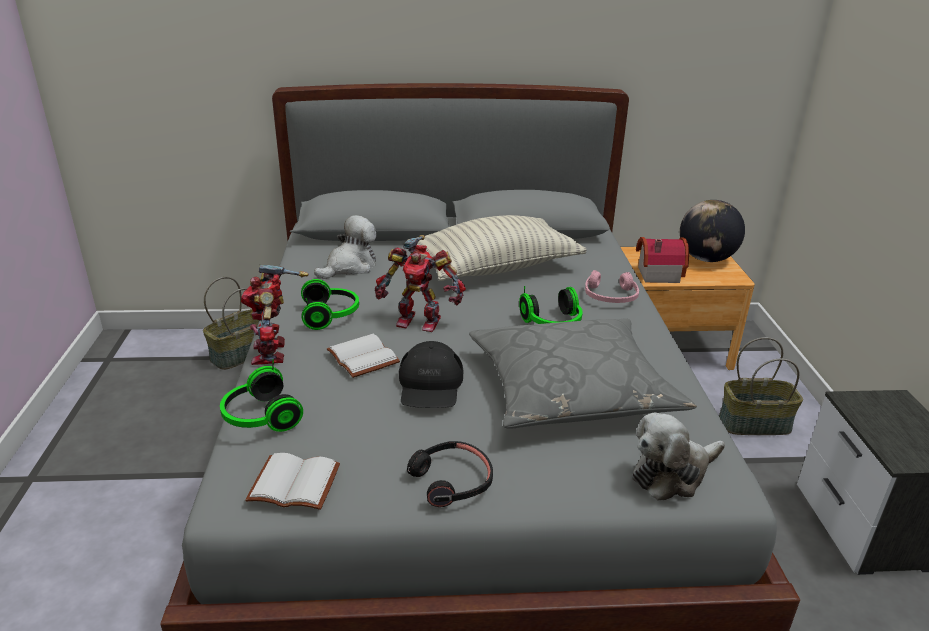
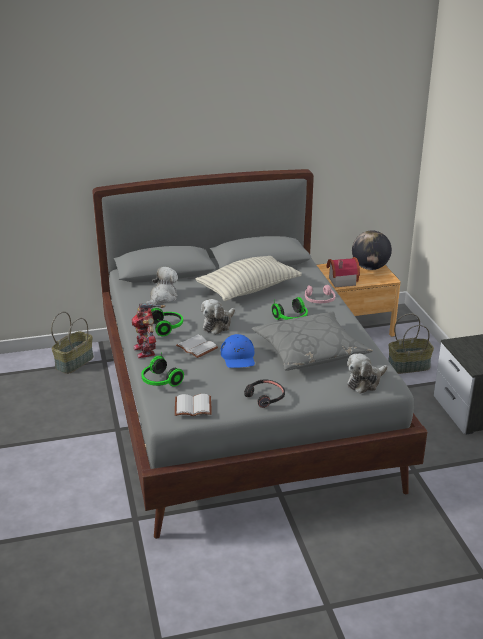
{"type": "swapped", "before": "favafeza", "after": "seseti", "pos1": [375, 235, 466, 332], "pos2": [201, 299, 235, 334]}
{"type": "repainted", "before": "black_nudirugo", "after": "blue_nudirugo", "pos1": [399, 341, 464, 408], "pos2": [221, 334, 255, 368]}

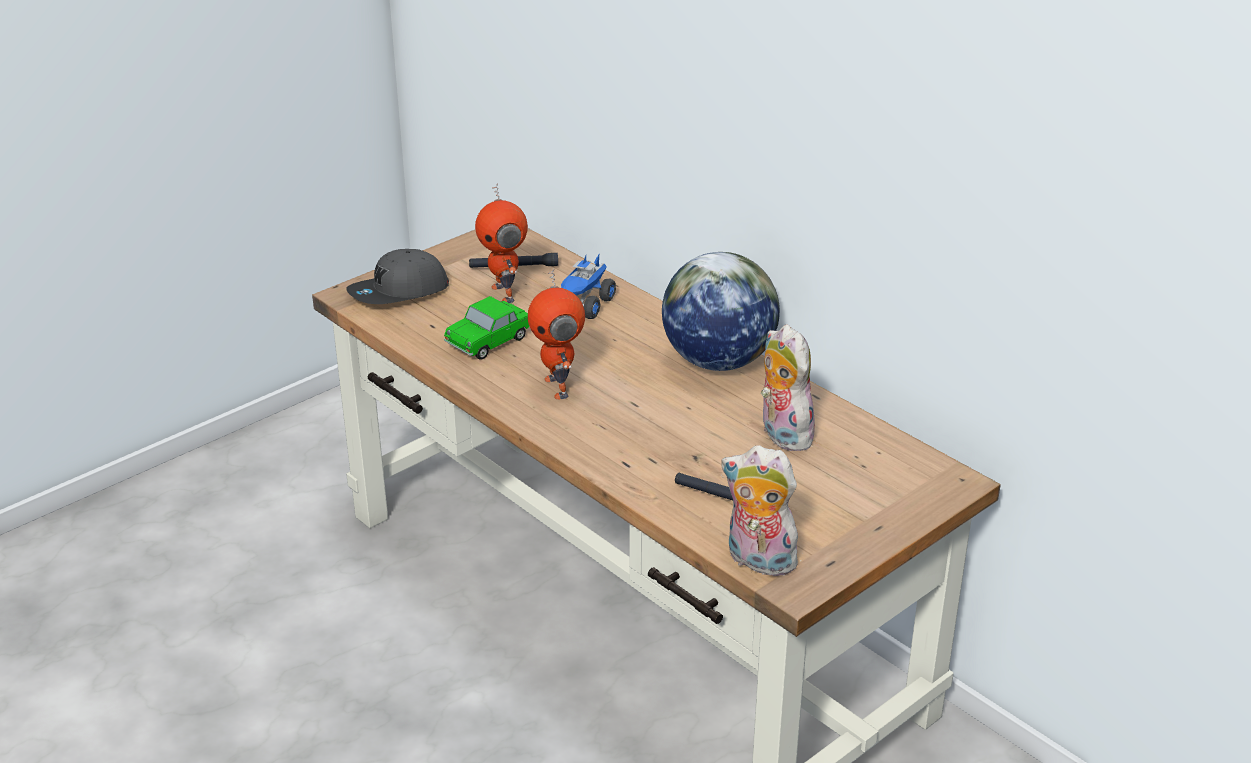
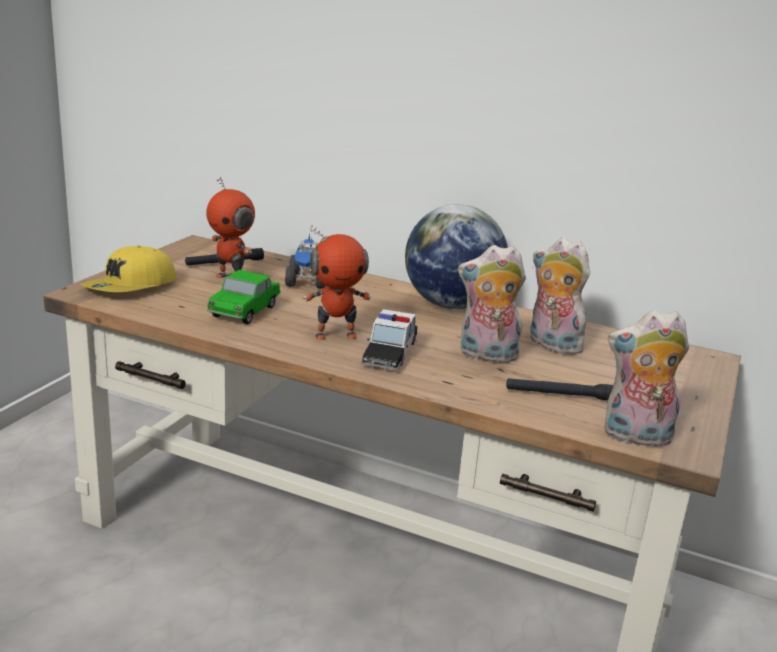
{"type": "repainted", "before": "grey_nudirugo", "after": "yellow_nudirugo", "pos1": [346, 249, 449, 304], "pos2": [80, 246, 177, 292]}
{"type": "rotated", "before": "favafeza", "pos1": [528, 269, 585, 400], "pos2": [304, 225, 371, 340], "turn": -60}
{"type": "new", "after": "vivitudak", "pos2": [361, 309, 418, 370]}
{"type": "new", "after": "seseti", "pos2": [458, 245, 526, 363]}

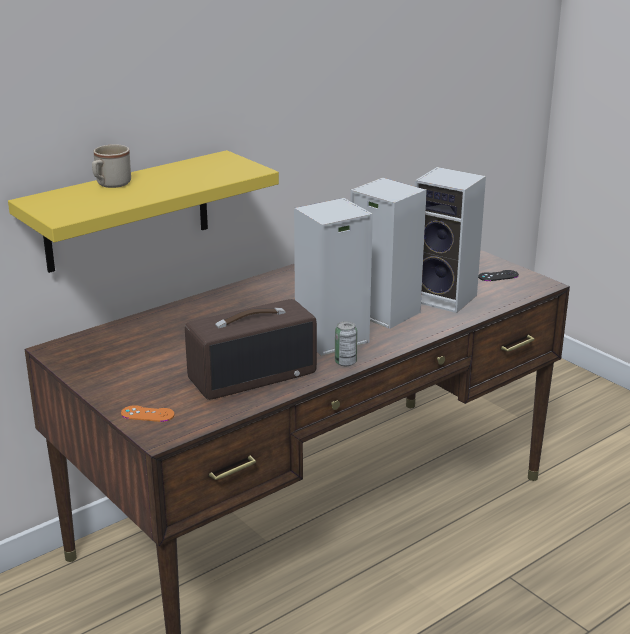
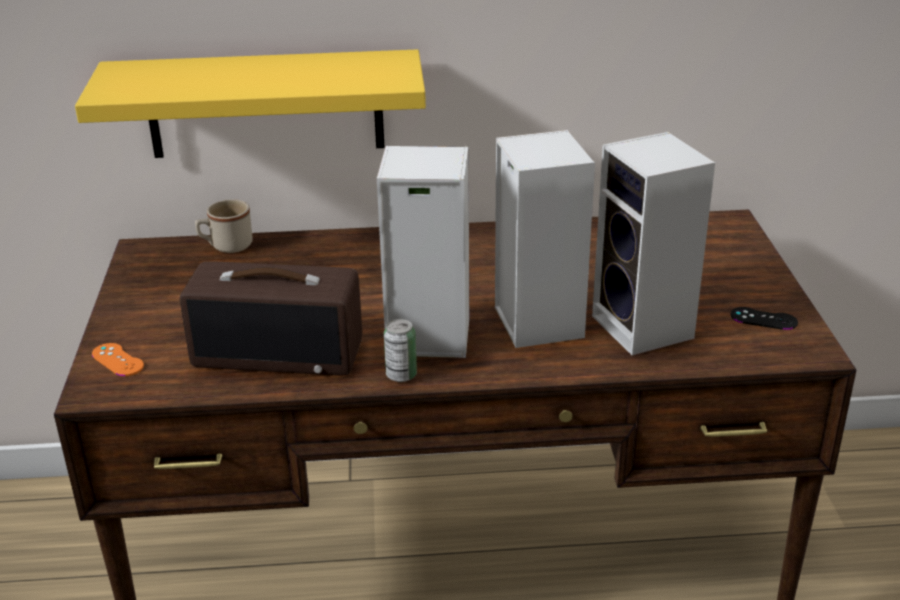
{"type": "shifted", "before": "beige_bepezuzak", "pos1": [92, 144, 131, 188], "pos2": [195, 199, 253, 253]}

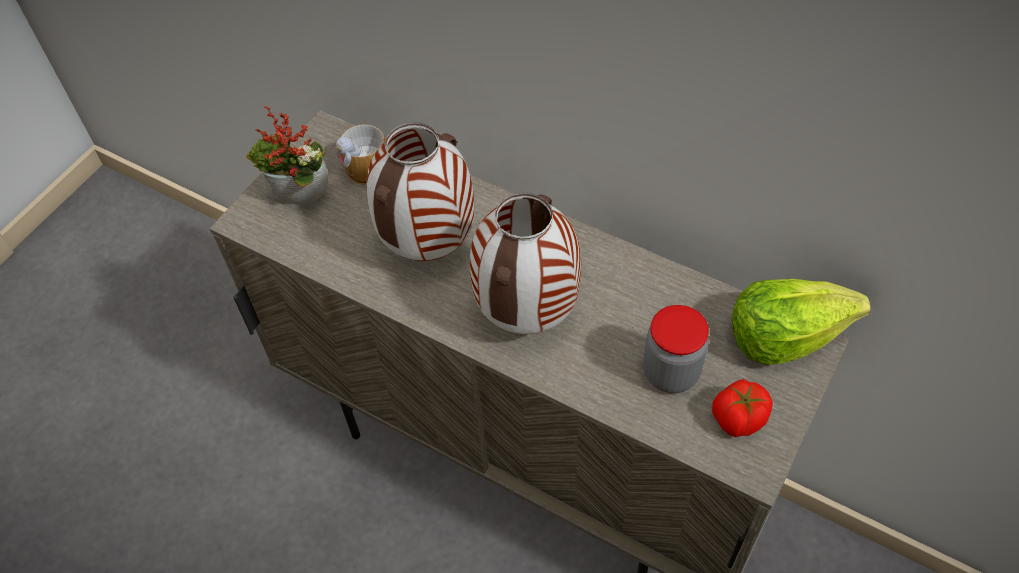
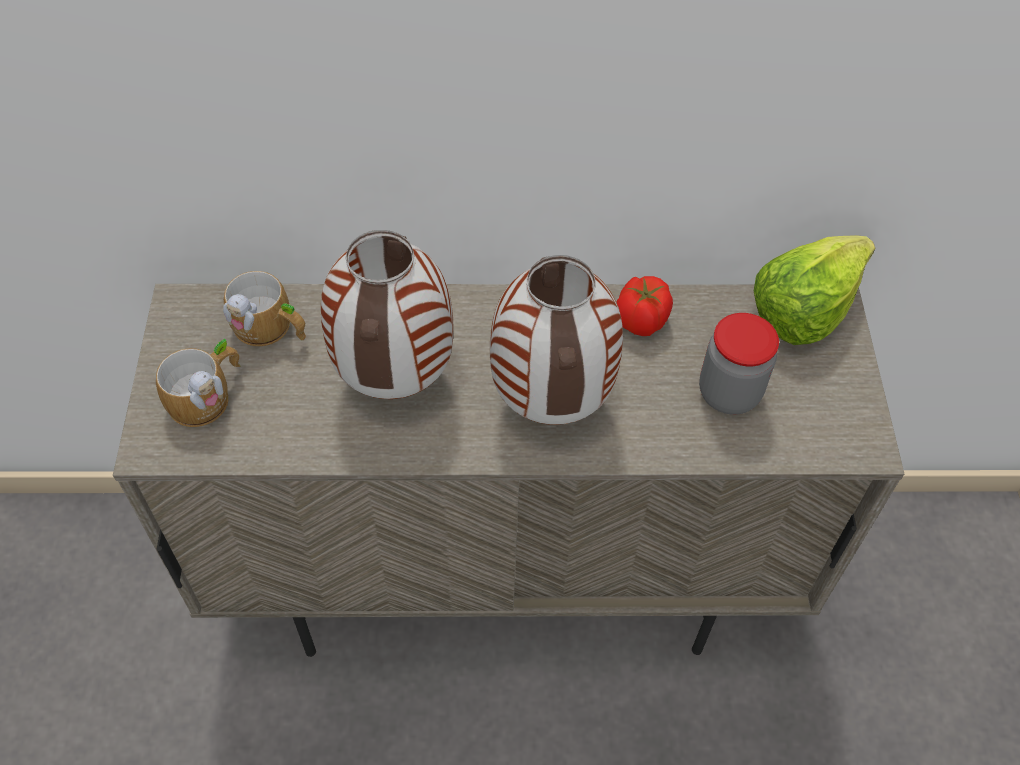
{"type": "swapped", "before": "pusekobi", "after": "bepezuzak", "pos1": [247, 105, 328, 204], "pos2": [156, 339, 240, 427]}
{"type": "shifted", "before": "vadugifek", "pos1": [712, 379, 773, 437], "pos2": [616, 276, 673, 336]}

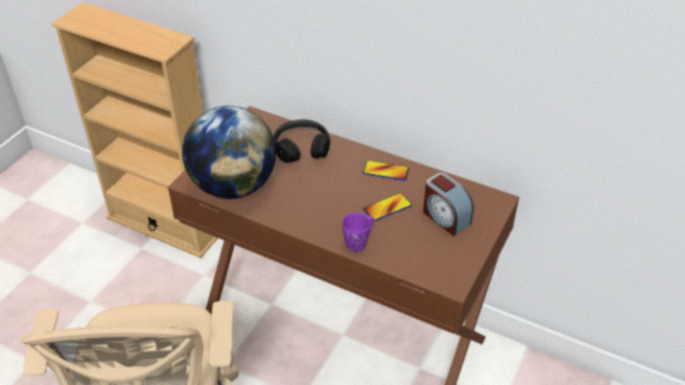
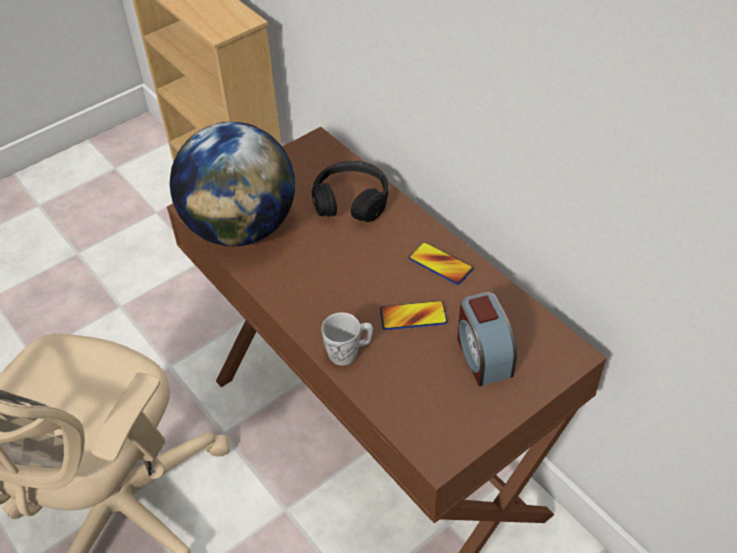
{"type": "repainted", "before": "purple_bepezuzak", "after": "white_bepezuzak", "pos1": [342, 213, 374, 252], "pos2": [321, 312, 373, 366]}

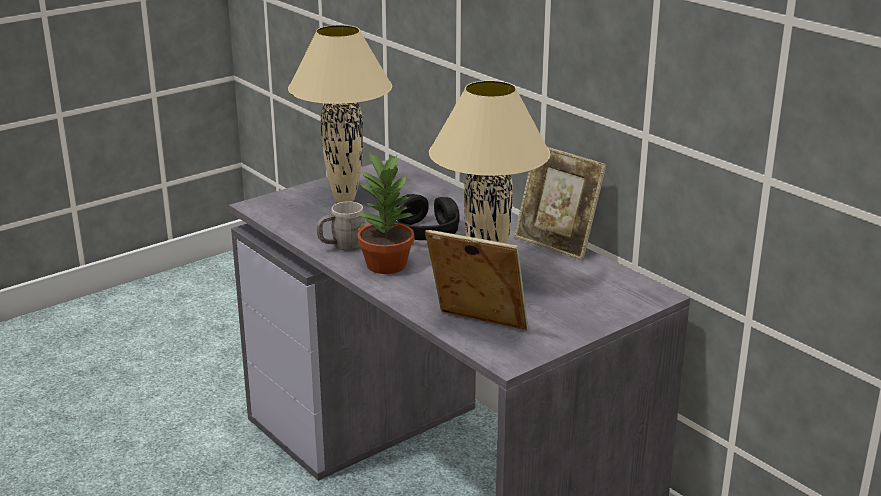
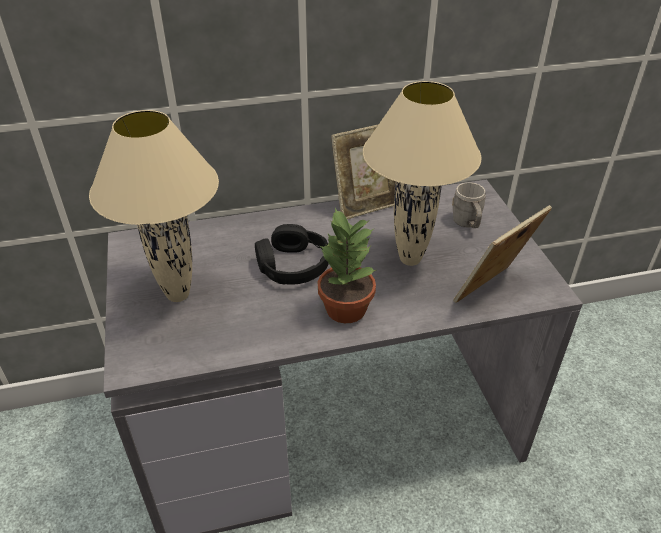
{"type": "shifted", "before": "grey_bepezuzak", "pos1": [317, 201, 366, 250], "pos2": [452, 182, 486, 228]}

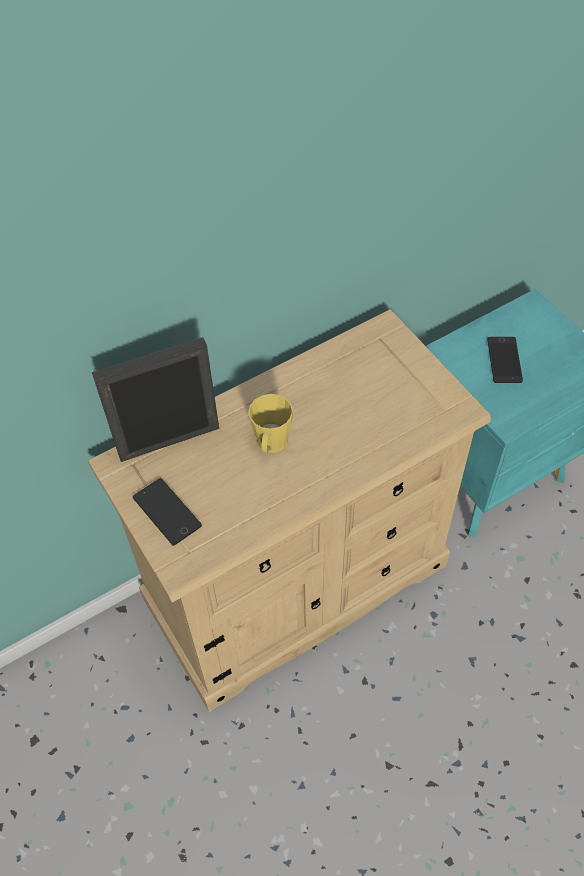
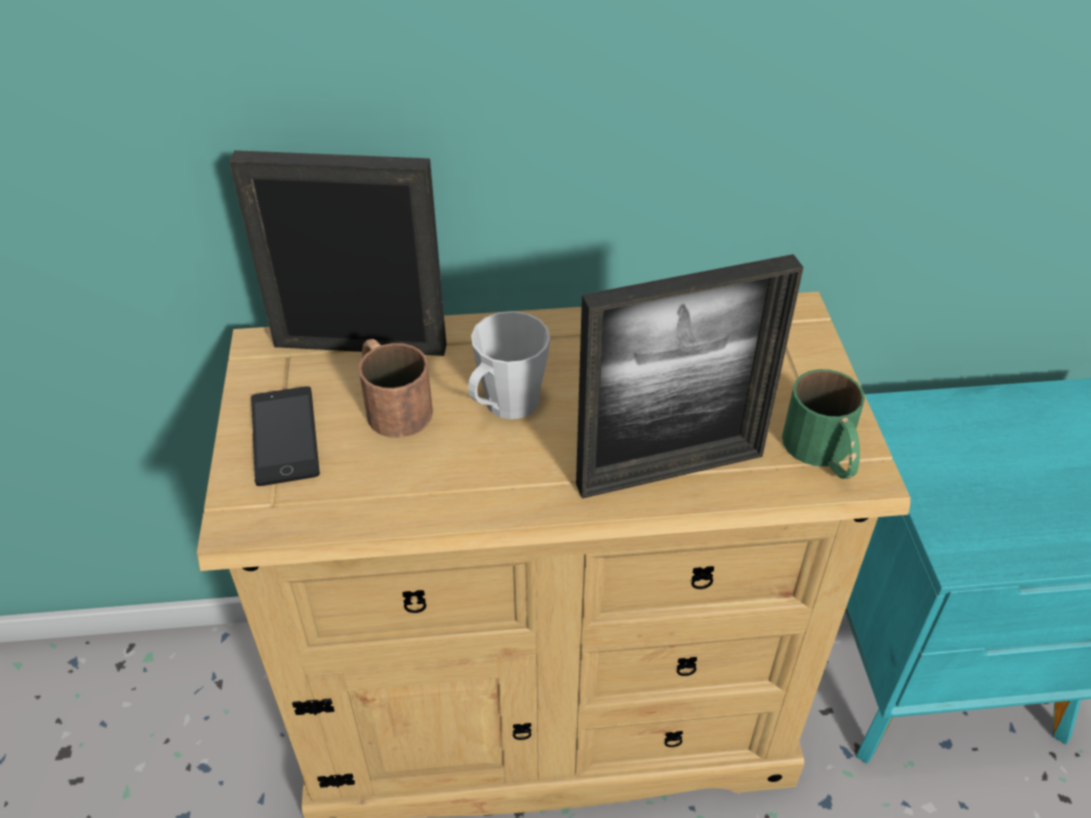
{"type": "repainted", "before": "yellow_bepezuzak", "after": "grey_bepezuzak", "pos1": [248, 394, 293, 453], "pos2": [468, 311, 550, 419]}
{"type": "gone", "before": "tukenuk", "pos1": [487, 337, 523, 383]}
{"type": "new", "after": "brown_bepezuzak", "pos2": [359, 339, 433, 438]}
{"type": "new", "after": "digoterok", "pos2": [576, 254, 804, 499]}
{"type": "new", "after": "green_bepezuzak", "pos2": [782, 369, 865, 479]}

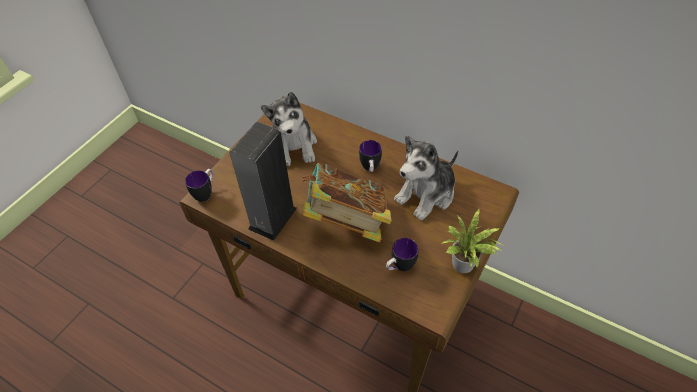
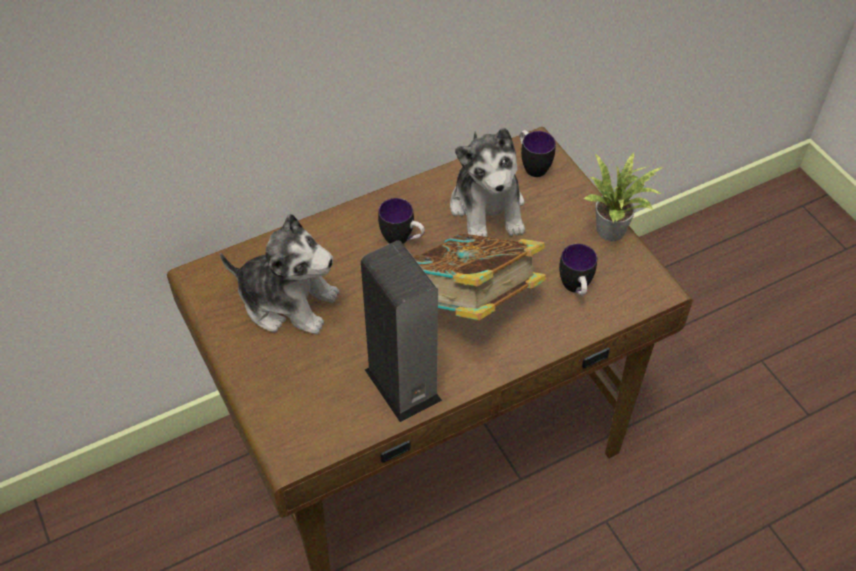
{"type": "shifted", "before": "bepezuzak", "pos1": [185, 169, 214, 202], "pos2": [520, 130, 556, 177]}

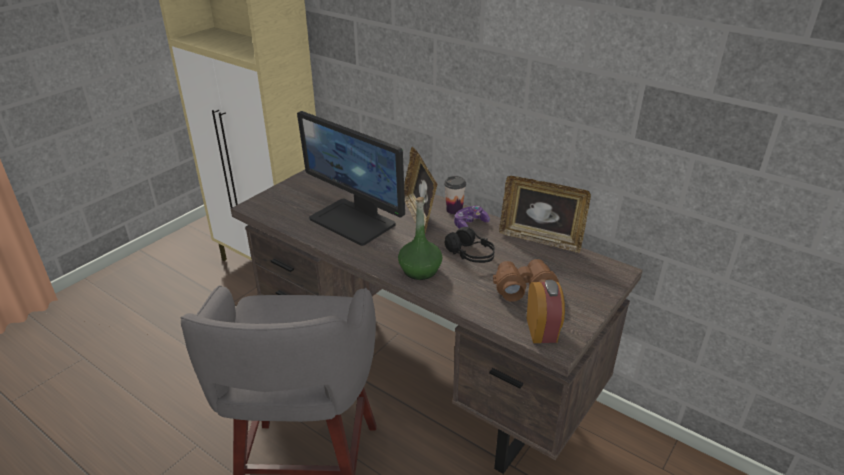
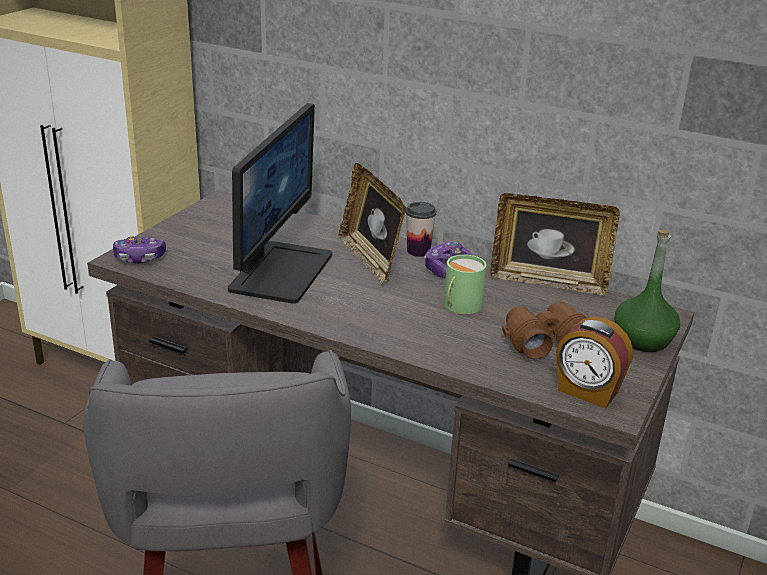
{"type": "rotated", "before": "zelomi", "pos1": [297, 111, 405, 246], "pos2": [228, 103, 332, 304], "turn": -105}
{"type": "shifted", "before": "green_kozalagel", "pos1": [398, 197, 442, 280], "pos2": [615, 229, 680, 352]}
{"type": "swapped", "before": "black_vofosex", "after": "green_bepezuzak", "pos1": [445, 227, 495, 263], "pos2": [444, 254, 487, 314]}
{"type": "rotated", "before": "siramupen", "pos1": [527, 280, 565, 343], "pos2": [556, 316, 633, 408], "turn": 135}
{"type": "new", "after": "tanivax", "pos2": [113, 236, 166, 264]}

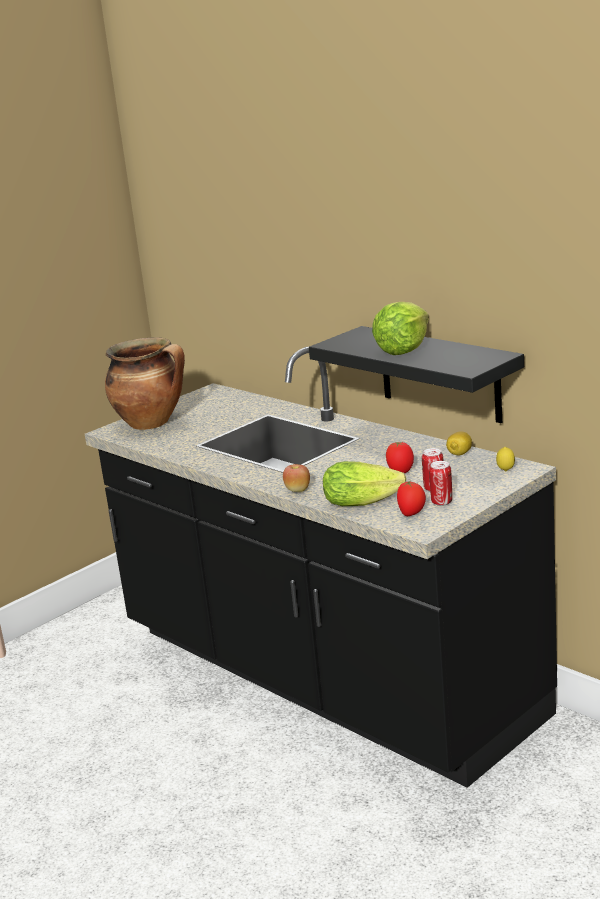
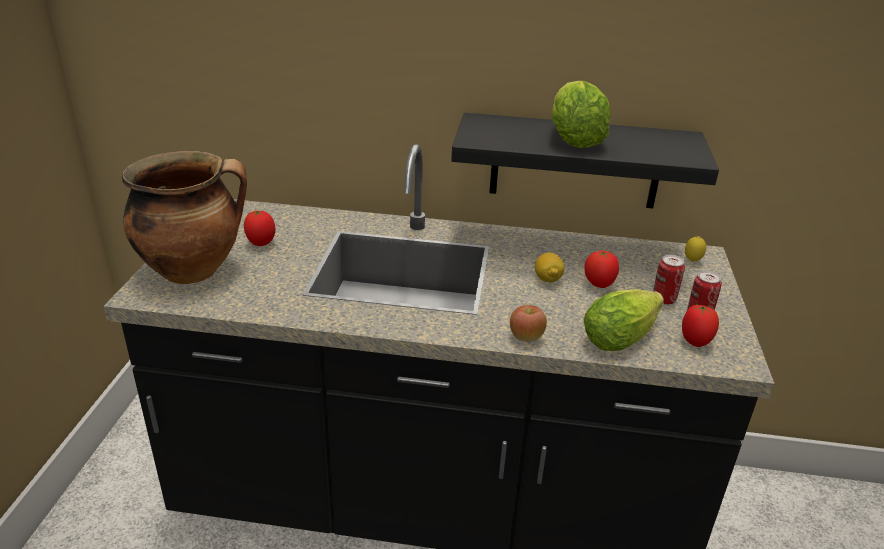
{"type": "shifted", "before": "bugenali", "pos1": [446, 432, 472, 456], "pos2": [535, 253, 564, 282]}
{"type": "new", "after": "vadugifek", "pos2": [244, 210, 275, 246]}

